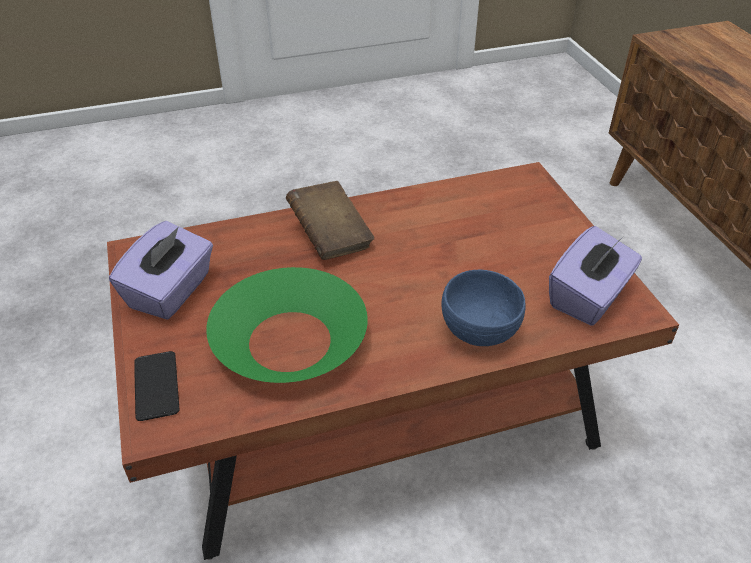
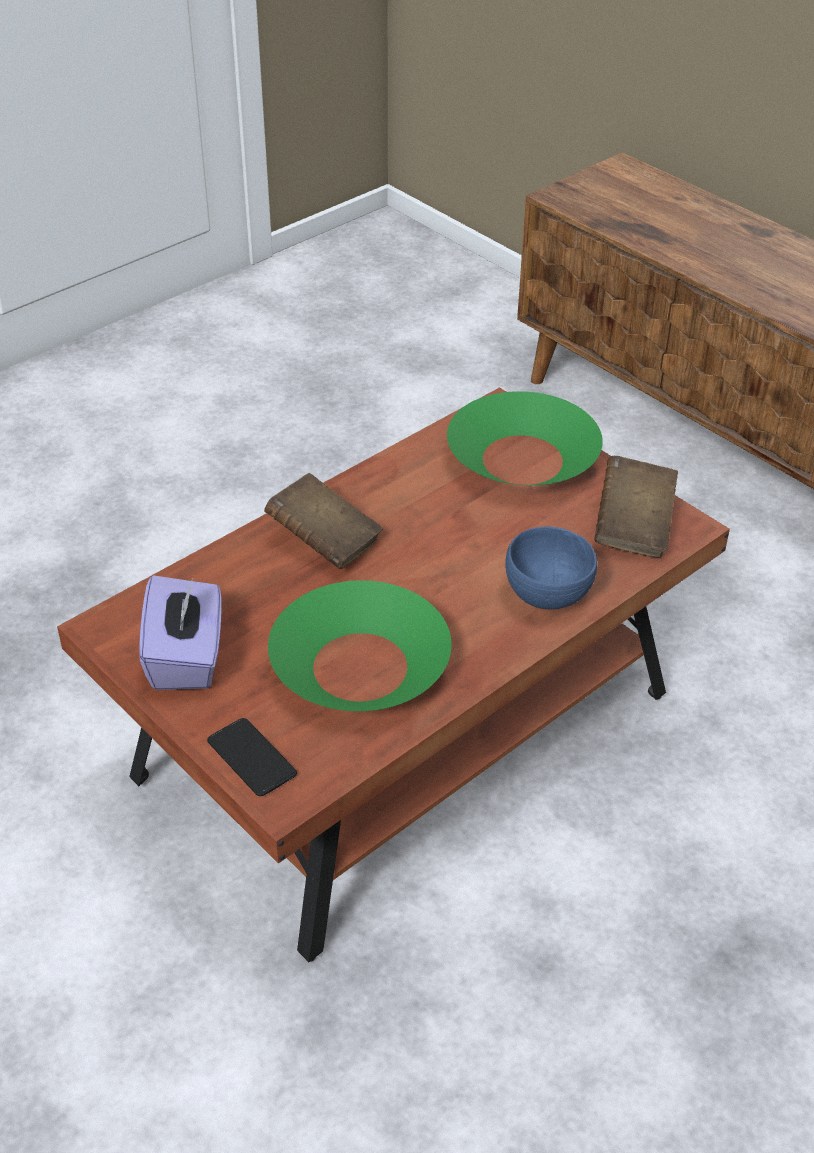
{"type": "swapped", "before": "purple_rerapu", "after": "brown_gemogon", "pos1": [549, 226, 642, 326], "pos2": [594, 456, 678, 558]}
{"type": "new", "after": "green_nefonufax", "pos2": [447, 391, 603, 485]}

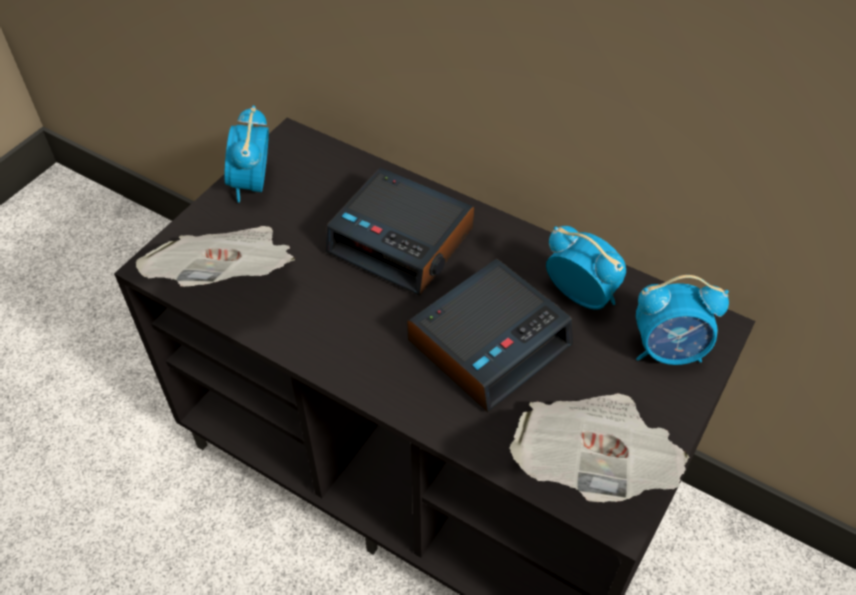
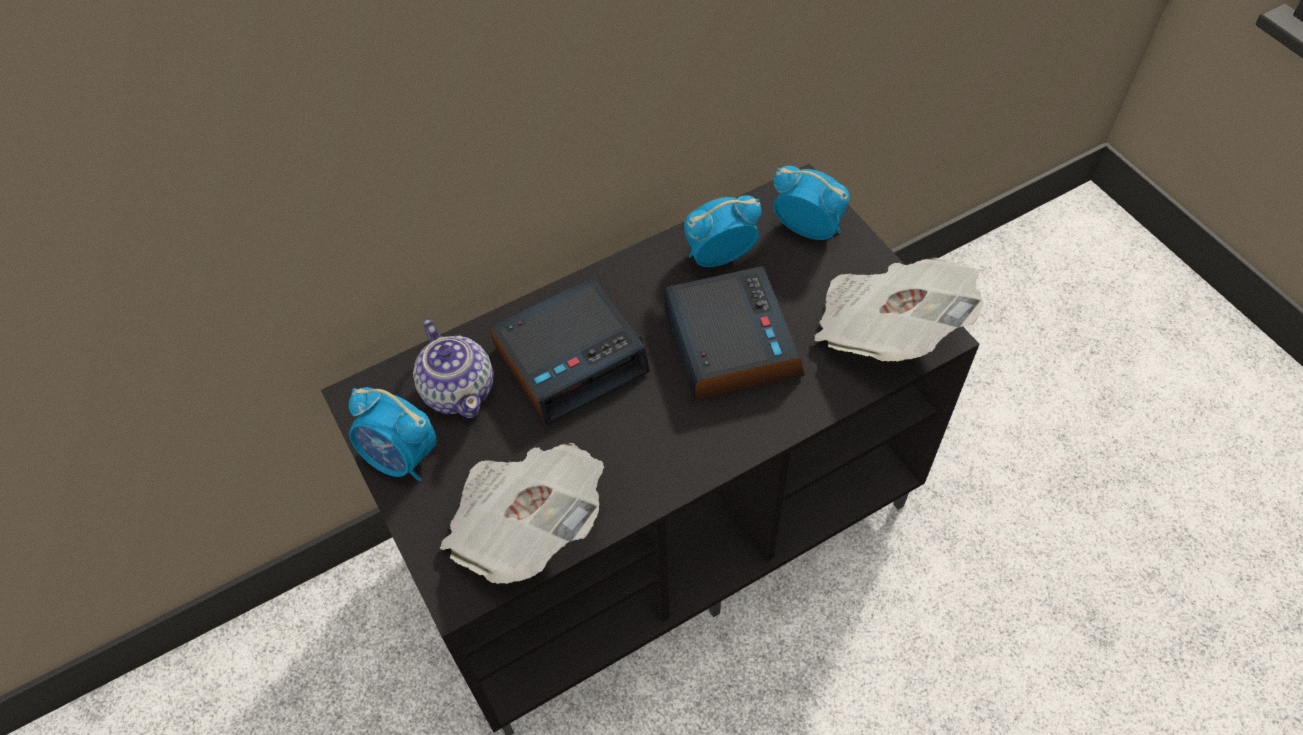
{"type": "rotated", "before": "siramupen", "pos1": [636, 275, 729, 365], "pos2": [773, 166, 850, 240], "turn": -90}
{"type": "new", "after": "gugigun", "pos2": [413, 319, 493, 418]}

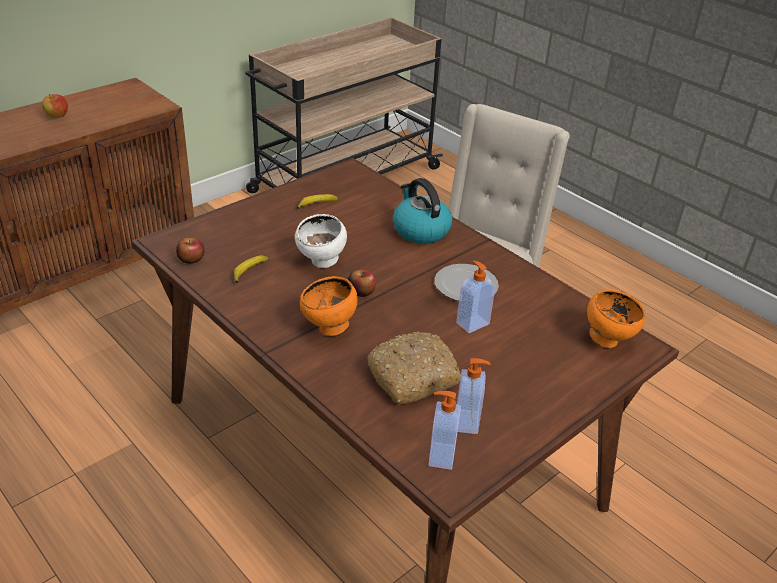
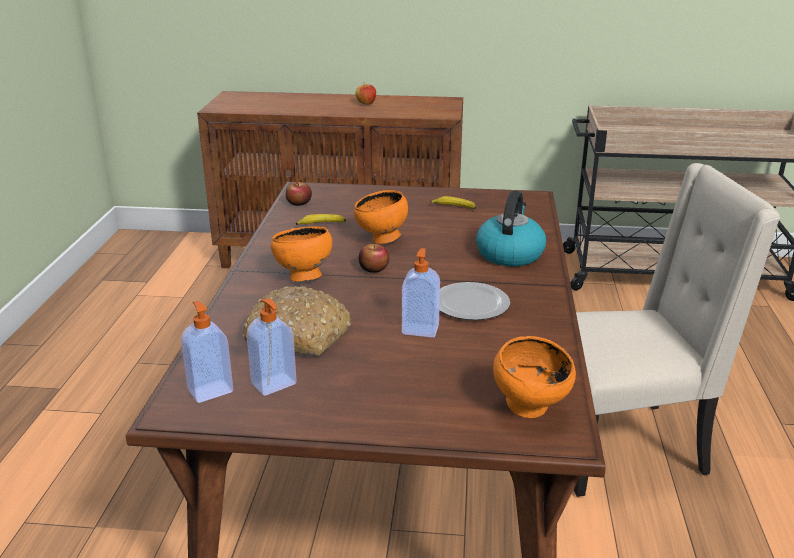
{"type": "repainted", "before": "white_nefonufax", "after": "orange_nefonufax", "pos1": [295, 214, 347, 268], "pos2": [354, 190, 408, 244]}

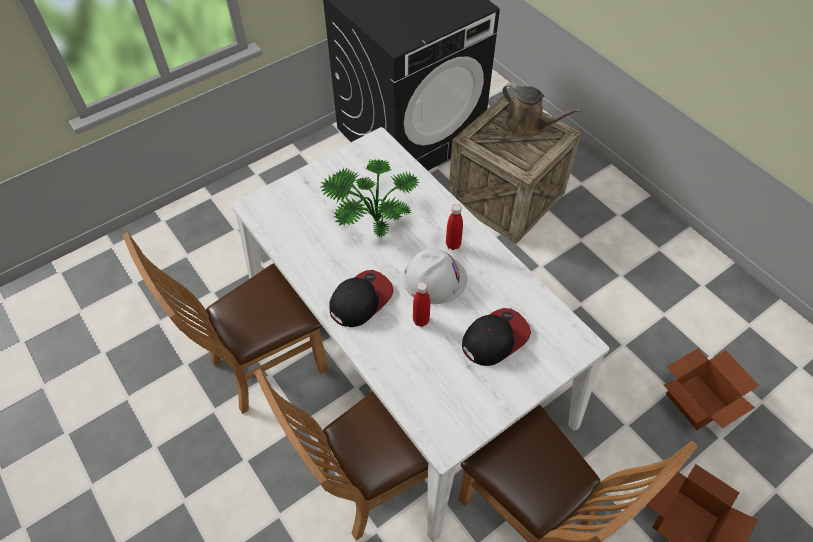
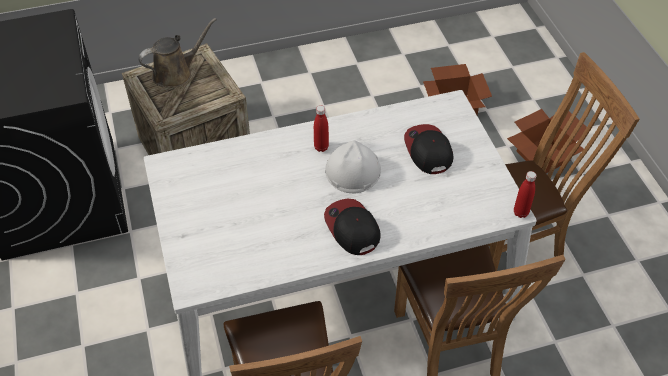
{"type": "gone", "before": "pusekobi", "pos1": [321, 159, 419, 238]}
{"type": "shifted", "before": "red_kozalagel", "pos1": [413, 282, 430, 327], "pos2": [514, 171, 536, 218]}

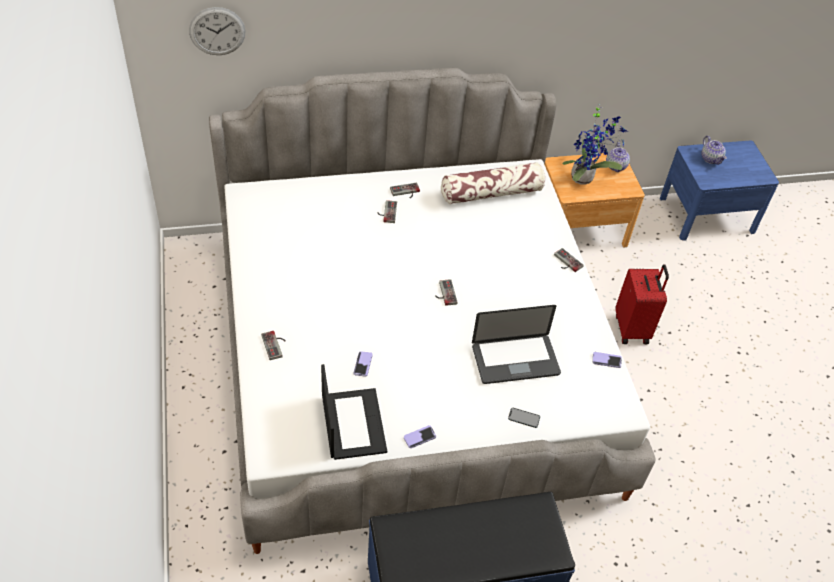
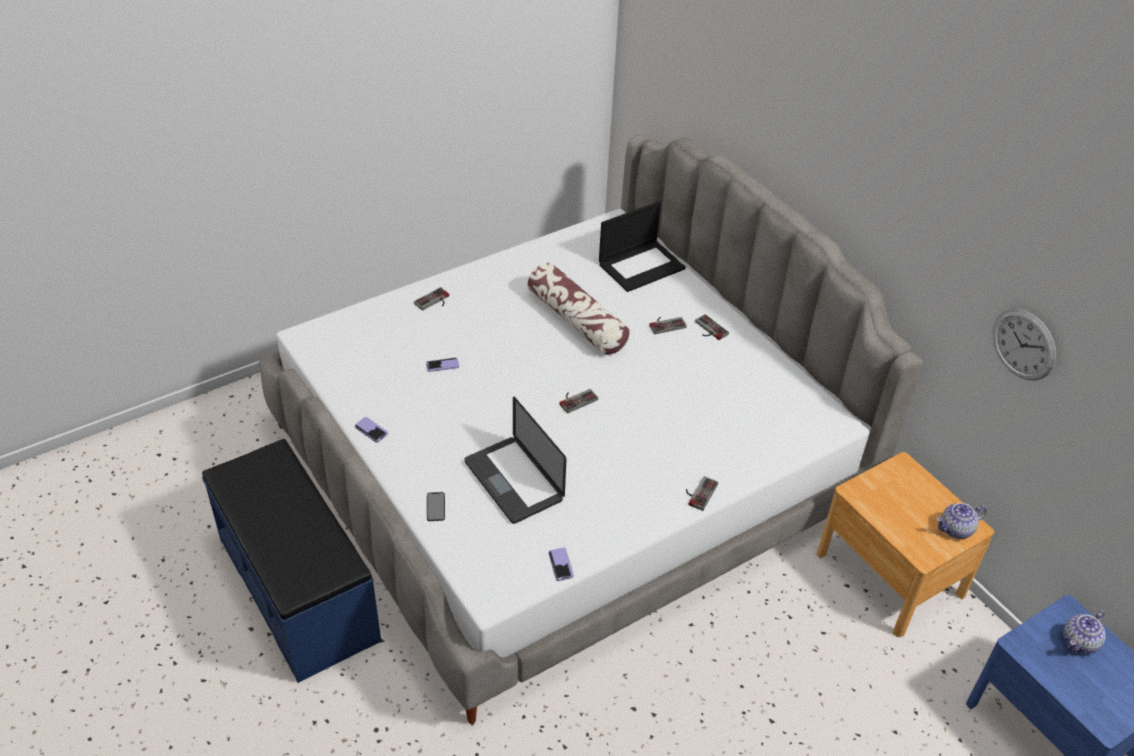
{"type": "shifted", "before": "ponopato", "pos1": [189, 7, 246, 55], "pos2": [993, 309, 1056, 381]}
{"type": "shifted", "before": "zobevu", "pos1": [321, 364, 387, 460], "pos2": [599, 201, 686, 292]}
{"type": "shifted", "before": "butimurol", "pos1": [441, 162, 545, 204], "pos2": [528, 263, 630, 355]}
{"type": "gone", "before": "pusekobi", "pos1": [563, 107, 628, 185]}
{"type": "gone", "before": "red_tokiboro", "pos1": [615, 264, 669, 344]}

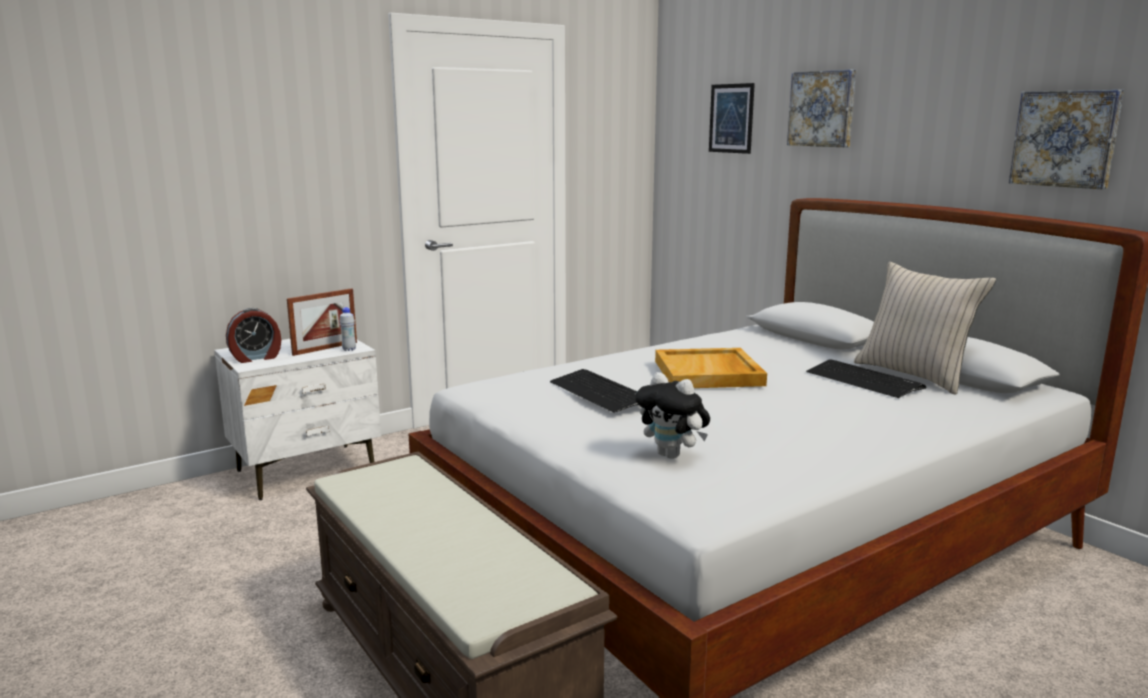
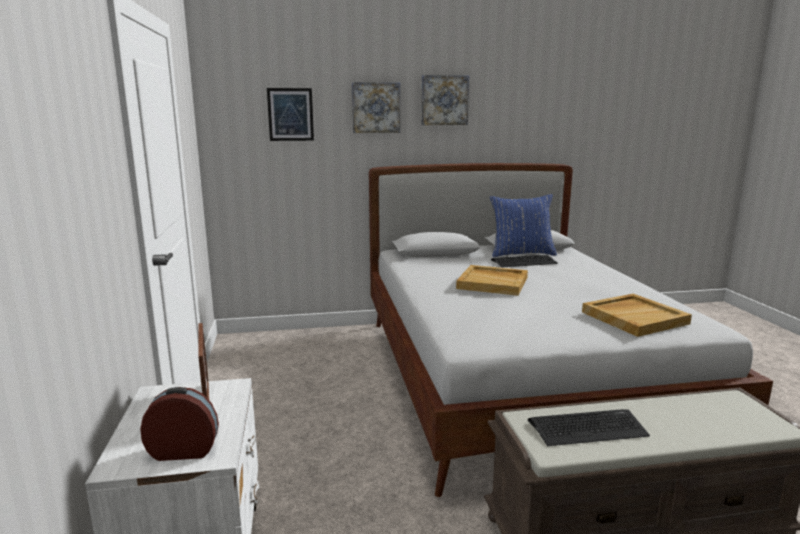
{"type": "rotated", "before": "siramupen", "pos1": [226, 308, 281, 363], "pos2": [140, 387, 219, 461], "turn": -90}
{"type": "gone", "before": "white_kozalagel", "pos1": [339, 307, 356, 351]}
{"type": "shifted", "before": "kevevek", "pos1": [550, 369, 638, 413], "pos2": [528, 409, 650, 446]}
{"type": "swapped", "before": "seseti", "after": "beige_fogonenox", "pos1": [635, 372, 710, 459], "pos2": [582, 294, 692, 337]}
{"type": "repainted", "before": "beige_butimurol", "after": "blue_butimurol", "pos1": [854, 262, 996, 395], "pos2": [490, 194, 557, 257]}
{"type": "shifted", "before": "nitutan", "pos1": [1009, 90, 1124, 189], "pos2": [421, 75, 469, 125]}

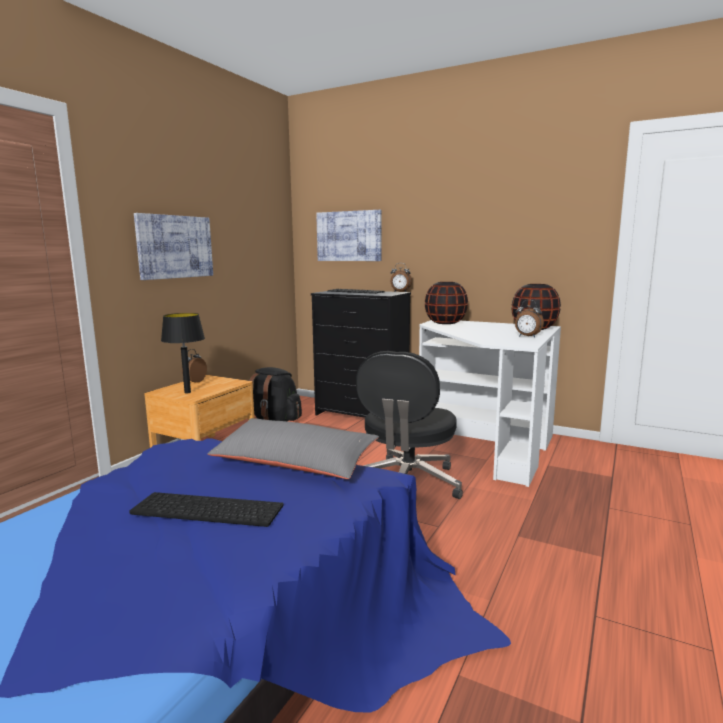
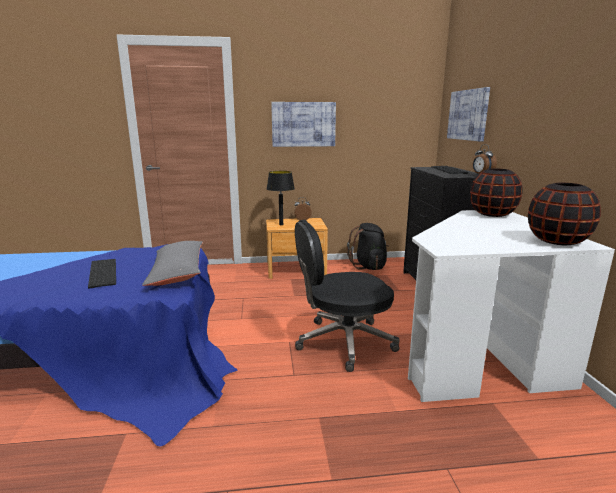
{"type": "gone", "before": "siramupen", "pos1": [515, 300, 544, 337]}

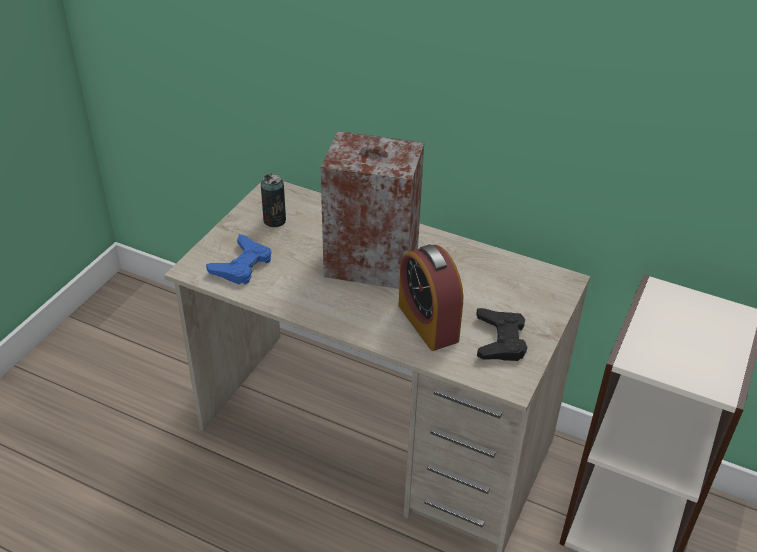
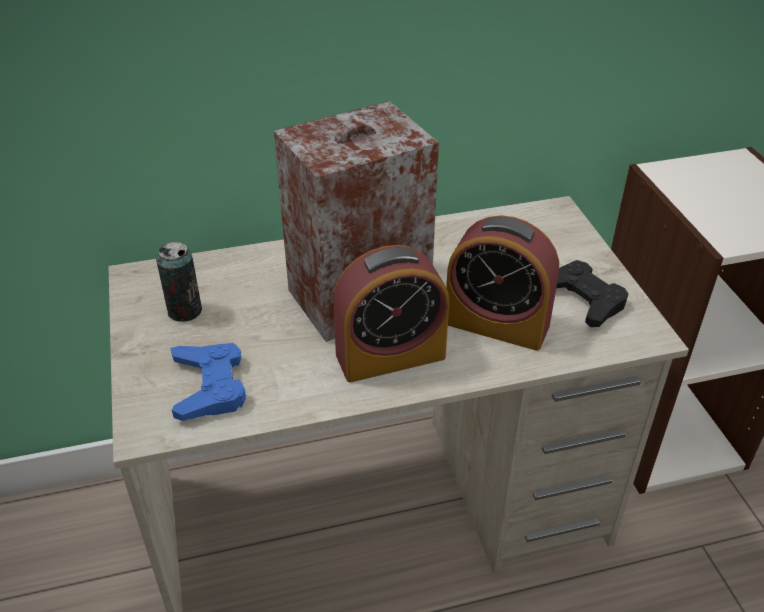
{"type": "new", "after": "siramupen", "pos2": [333, 245, 449, 382]}

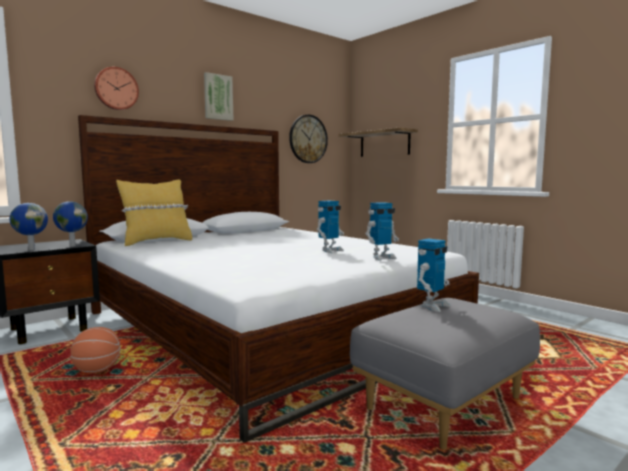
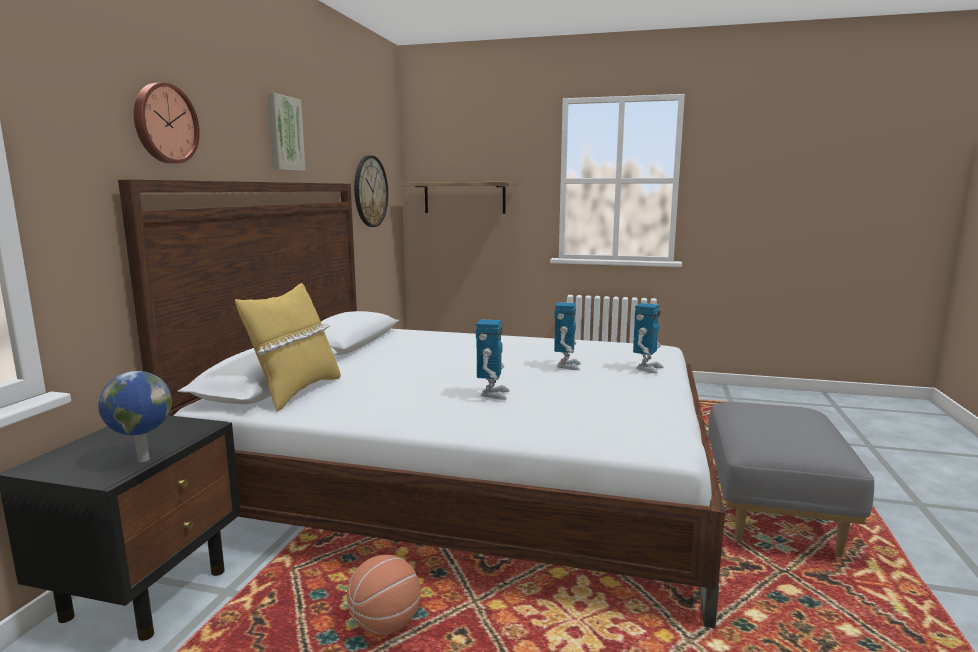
{"type": "gone", "before": "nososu", "pos1": [53, 201, 88, 247]}
{"type": "shifted", "before": "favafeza", "pos1": [417, 238, 451, 312], "pos2": [476, 320, 510, 400]}

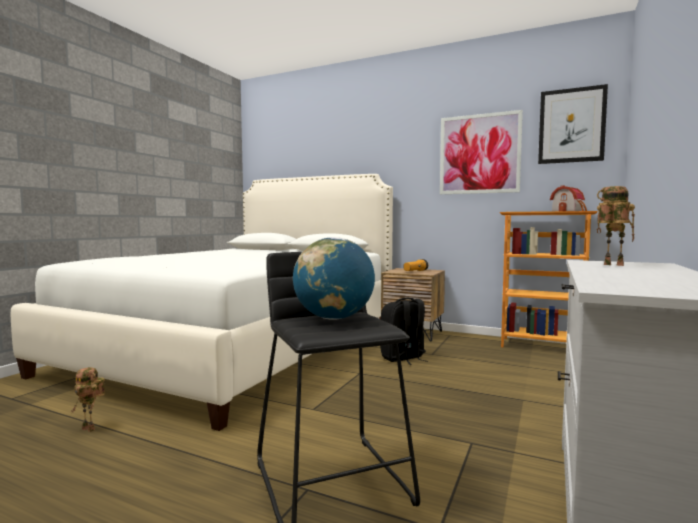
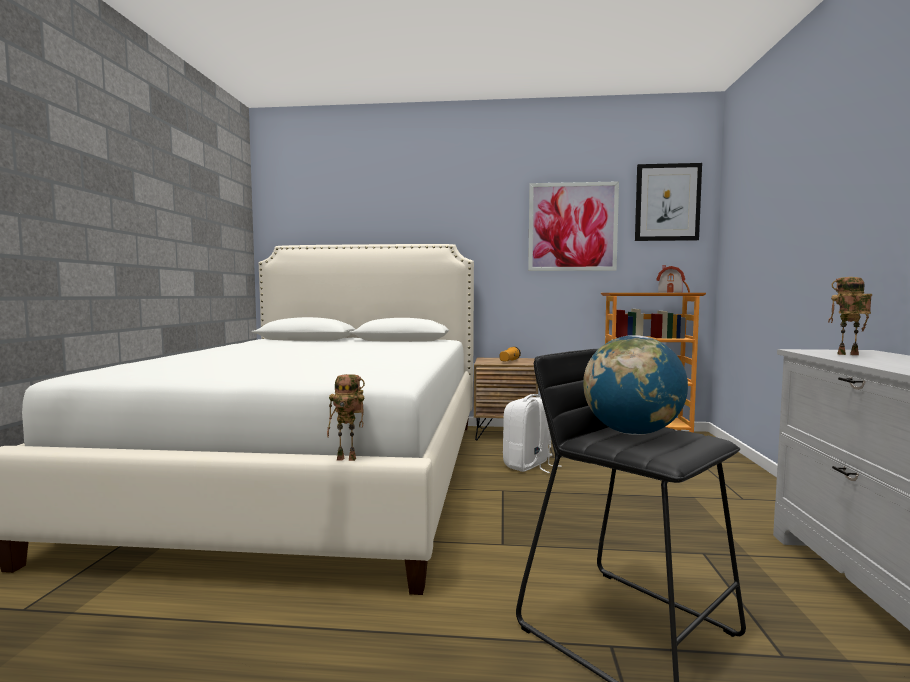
{"type": "shifted", "before": "favafeza", "pos1": [71, 367, 105, 432], "pos2": [327, 374, 365, 461]}
{"type": "repainted", "before": "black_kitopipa", "after": "white_kitopipa", "pos1": [380, 298, 428, 365], "pos2": [503, 394, 562, 473]}

